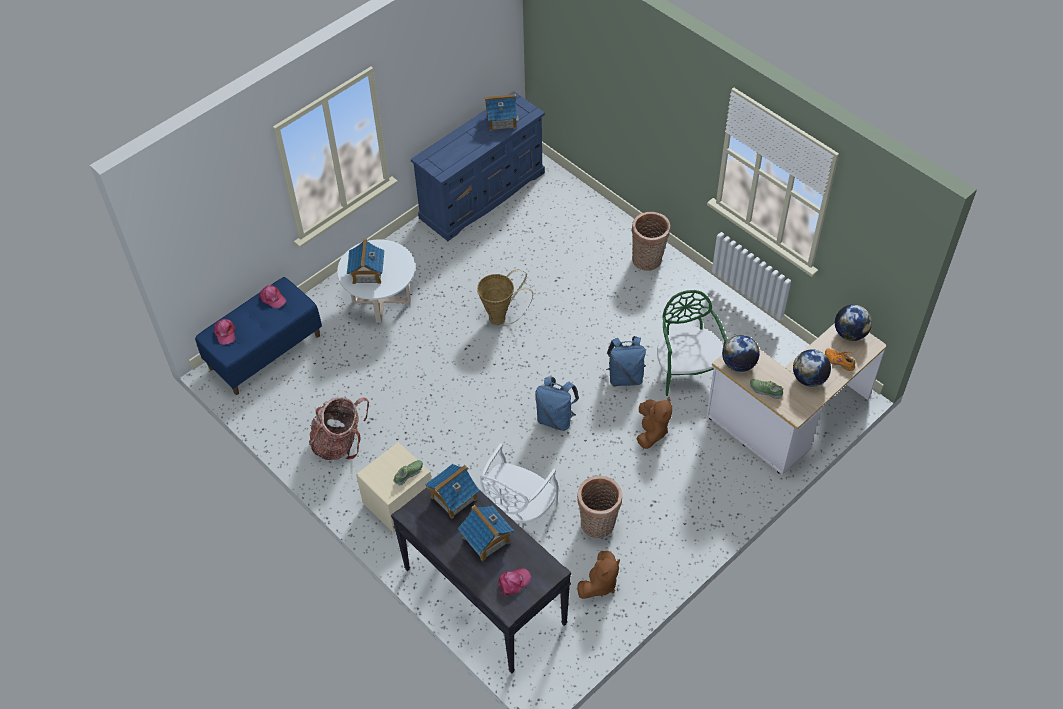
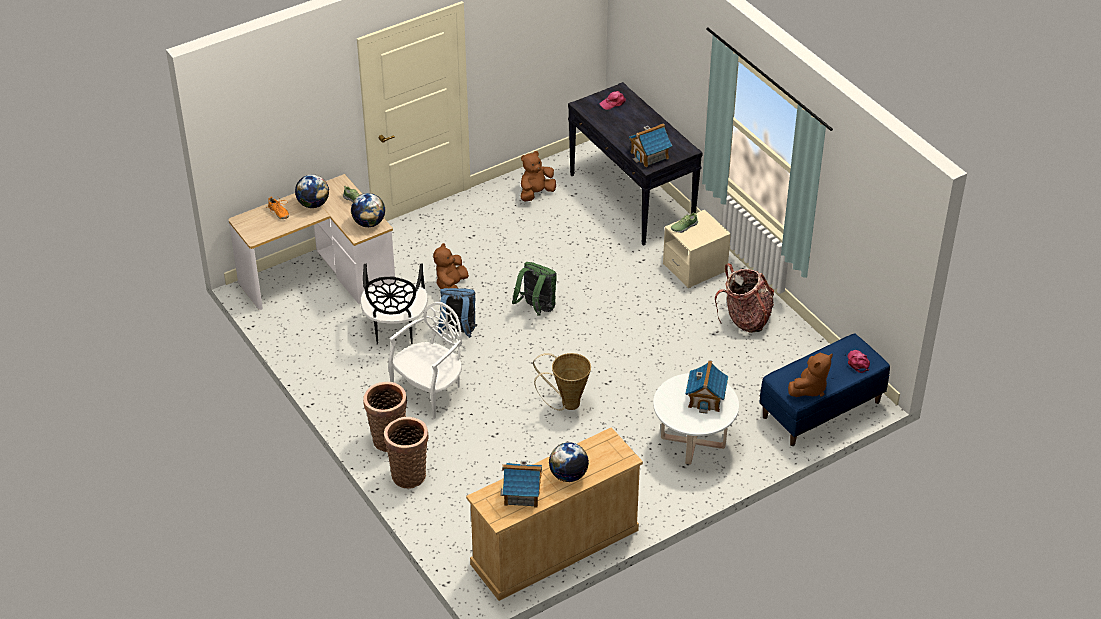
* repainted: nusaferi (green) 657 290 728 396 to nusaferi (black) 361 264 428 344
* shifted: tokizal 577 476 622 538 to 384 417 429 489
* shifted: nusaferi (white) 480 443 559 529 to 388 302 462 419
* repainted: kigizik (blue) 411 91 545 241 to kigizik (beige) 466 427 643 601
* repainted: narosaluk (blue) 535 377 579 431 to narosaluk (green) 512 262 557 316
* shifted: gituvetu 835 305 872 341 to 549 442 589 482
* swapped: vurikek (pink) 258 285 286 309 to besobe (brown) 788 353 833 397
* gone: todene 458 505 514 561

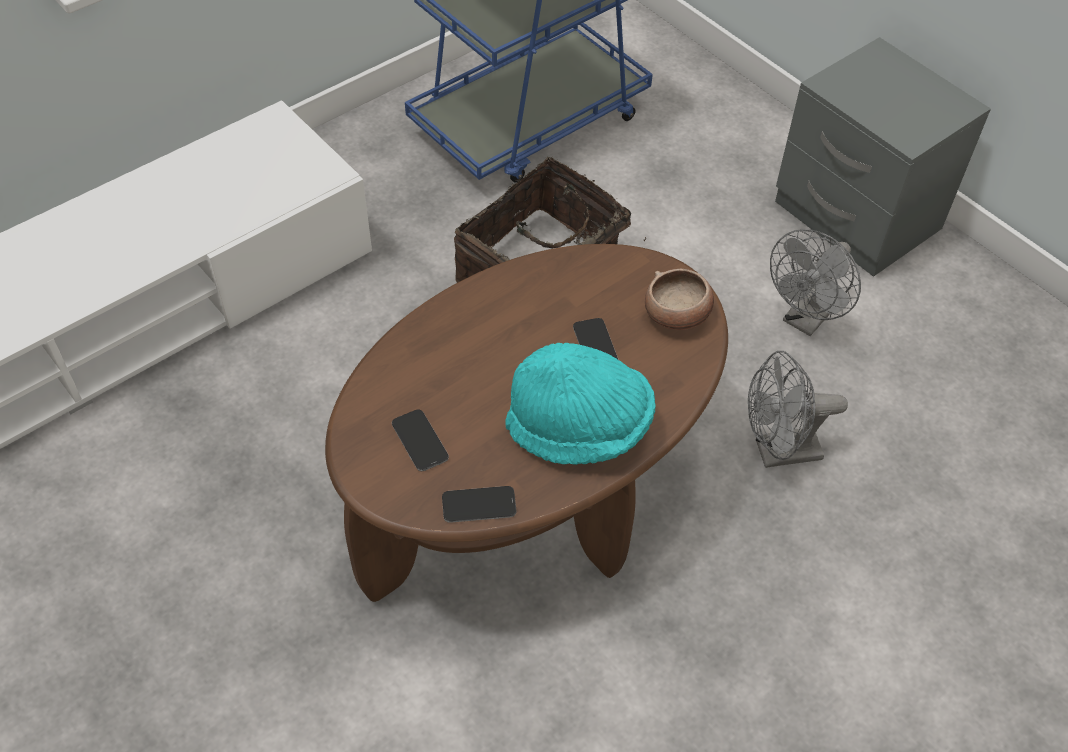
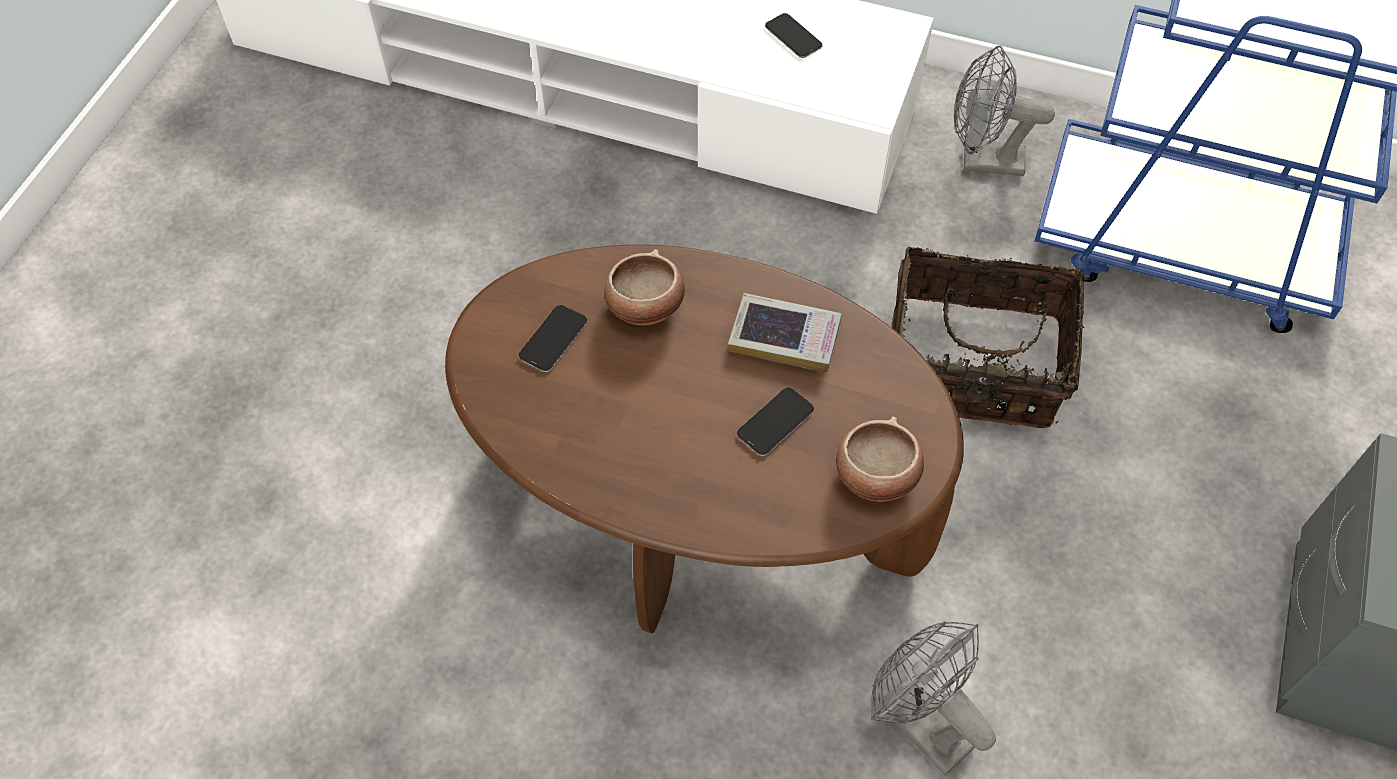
* new: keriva 605 249 685 325
* new: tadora 728 293 842 373
* shifted: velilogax 442 486 516 523 to 765 13 823 58
* shifted: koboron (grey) 770 229 861 336 to 954 46 1055 176
* gone: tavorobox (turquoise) 506 343 656 465

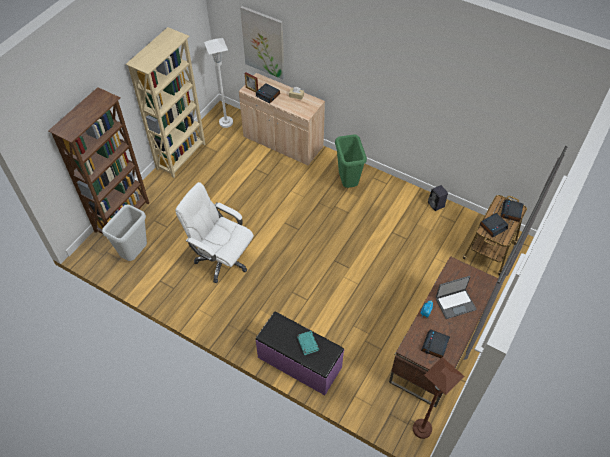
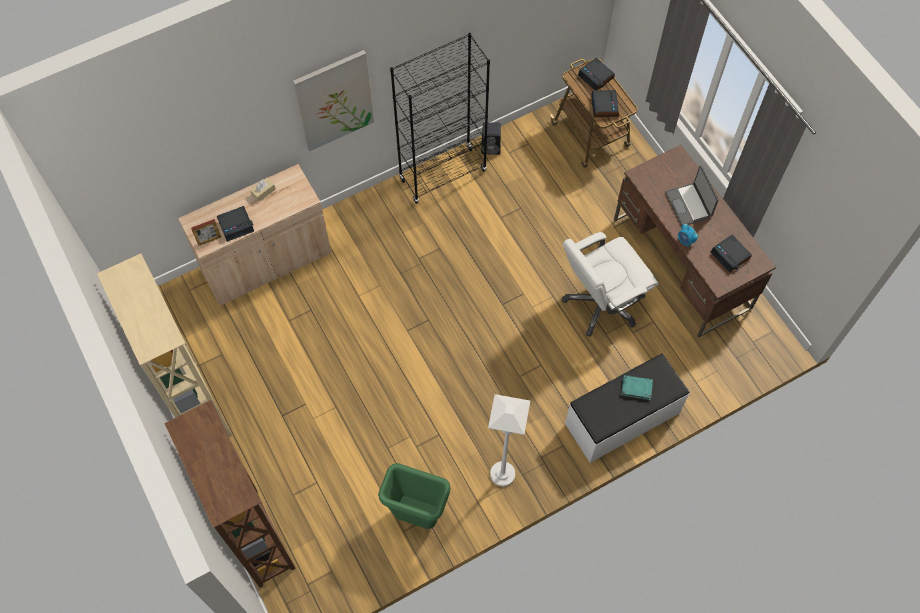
* shifted: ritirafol 240 6 284 79 to 293 50 374 151
* shifted: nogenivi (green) 335 134 367 188 to 378 463 451 529
* new: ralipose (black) 390 33 490 204
* shifted: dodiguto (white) 204 38 233 128 to 488 394 530 487
* shifted: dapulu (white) 175 182 254 283 to 562 232 658 337
* repainted: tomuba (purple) 255 312 344 395 to tomuba (white) 565 353 690 463
* rotated: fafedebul 436 276 477 319 = 665 166 719 226 150 degrees clockwise
* gone: nogenivi (grey) 102 205 147 261
* gone: dodiguto (brown) 413 357 464 439

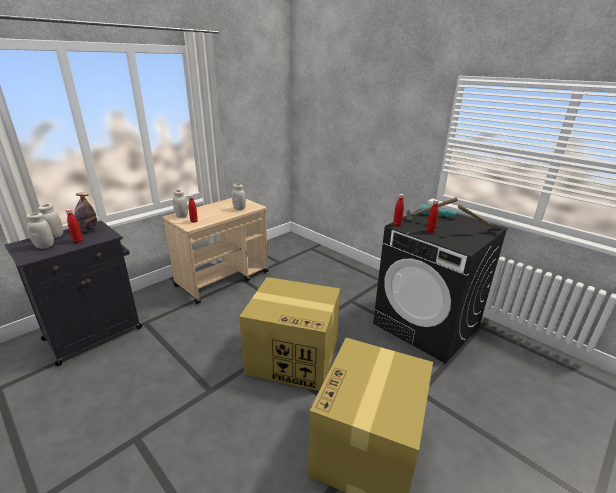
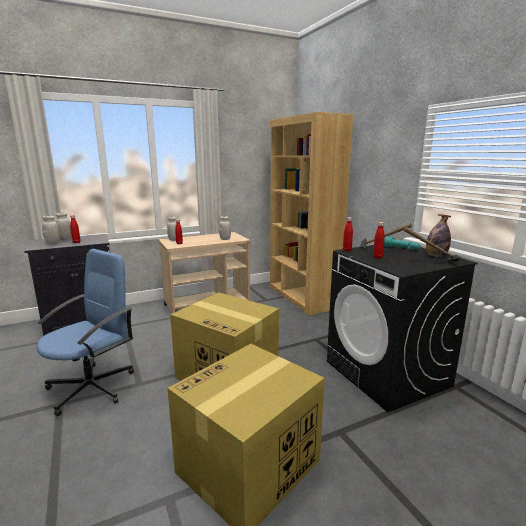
* new: dapulu (blue) 37 249 134 416
* new: ralipose (brown) 270 112 353 316
* shifted: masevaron 74 192 97 232 to 426 214 451 257

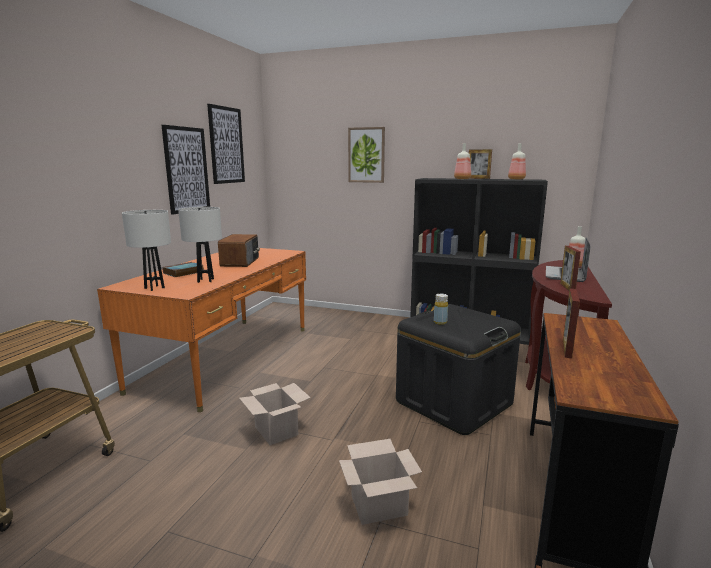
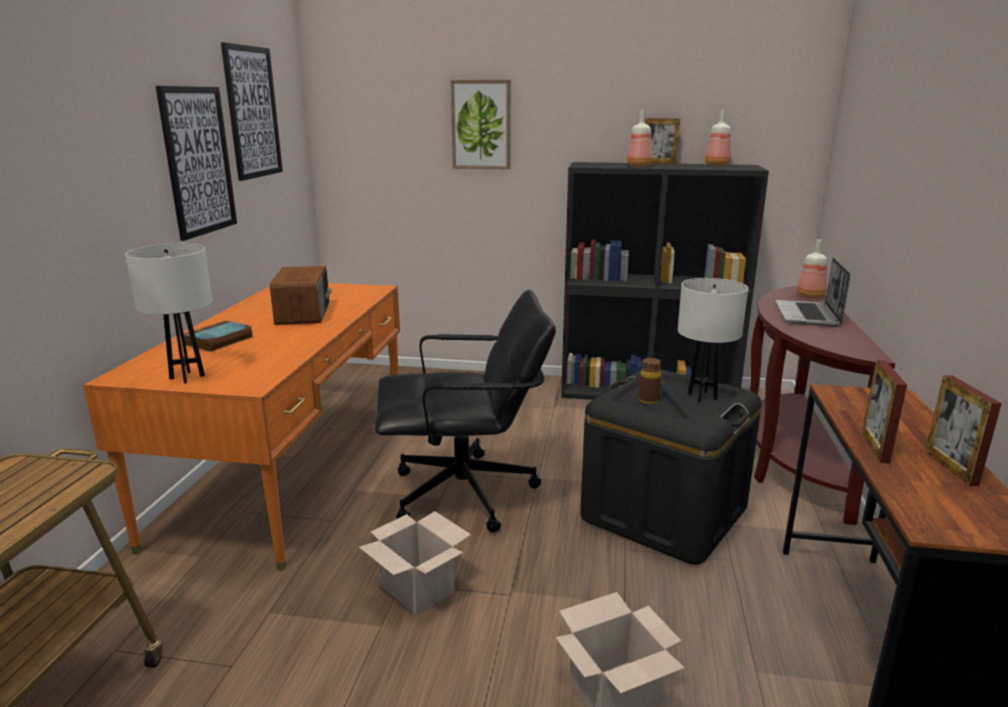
* new: dapulu (black) 375 289 556 533
* repainted: masevaron (yellow) 434 294 448 325 to masevaron (brown) 639 358 661 405
* shifted: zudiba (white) 178 207 222 283 to 678 278 748 402
* shifted: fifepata 560 246 581 290 to 925 375 1002 486

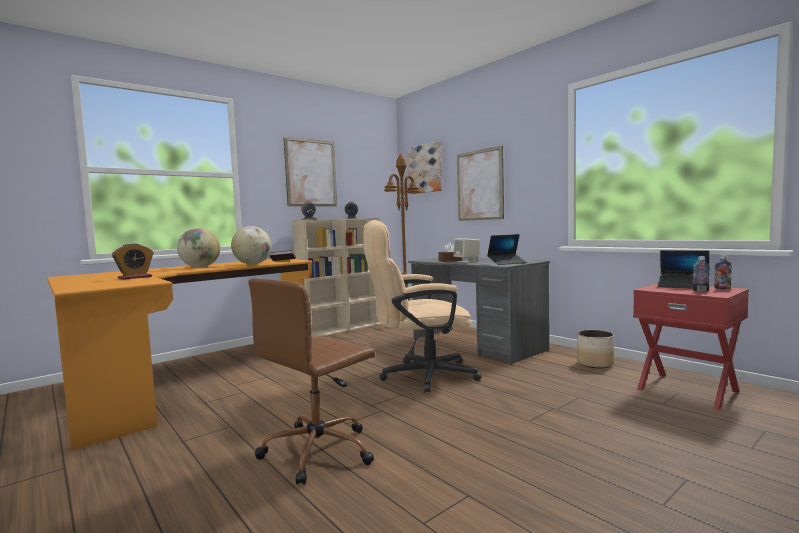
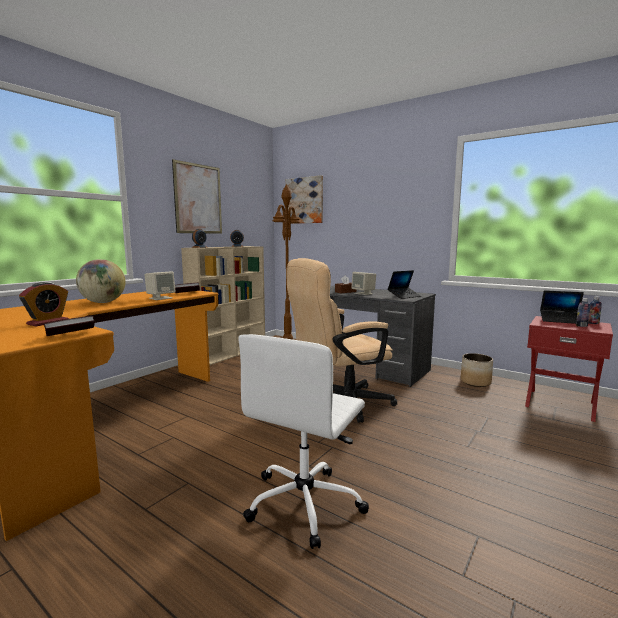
* new: tadora 44 316 95 336
* swapped: gituvetu 231 226 271 265 to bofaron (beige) 144 271 175 300
* repainted: dapulu (brown) 248 278 375 485 to dapulu (white) 239 334 369 549
* gone: ritirafol 457 146 504 221

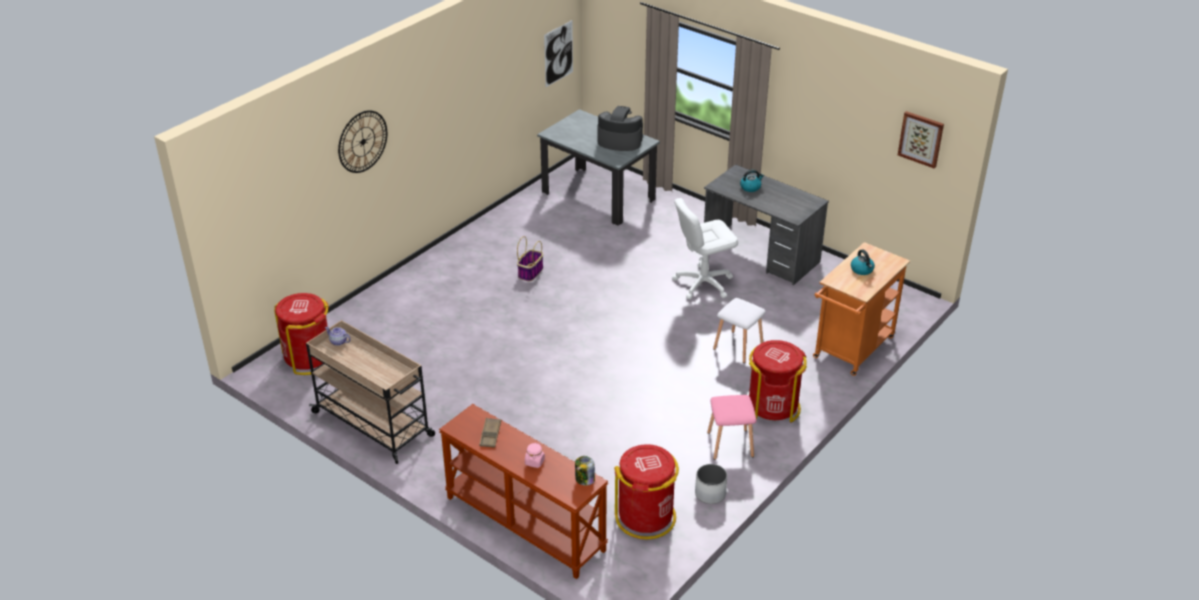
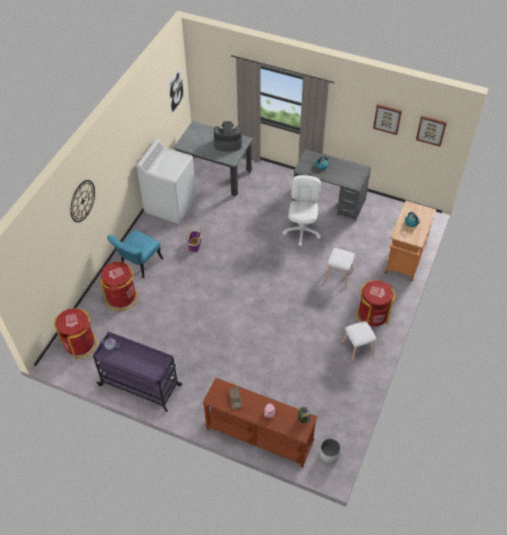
* repainted: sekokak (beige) 306 320 435 464 to sekokak (purple) 93 331 182 412
* shifted: nogenivi (red) 614 444 679 539 to 99 261 138 311
* new: nusaferi (turquoise) 107 230 164 278
* new: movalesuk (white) 136 139 196 224
* rotated: dapulu (white) 672 198 738 300 = 283 175 321 246 135 degrees clockwise
* shifted: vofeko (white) 695 464 727 504 to 320 439 341 464
* repainted: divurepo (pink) 707 395 756 460 to divurepo (white) 342 321 376 362
* new: ritirafol 373 104 402 135

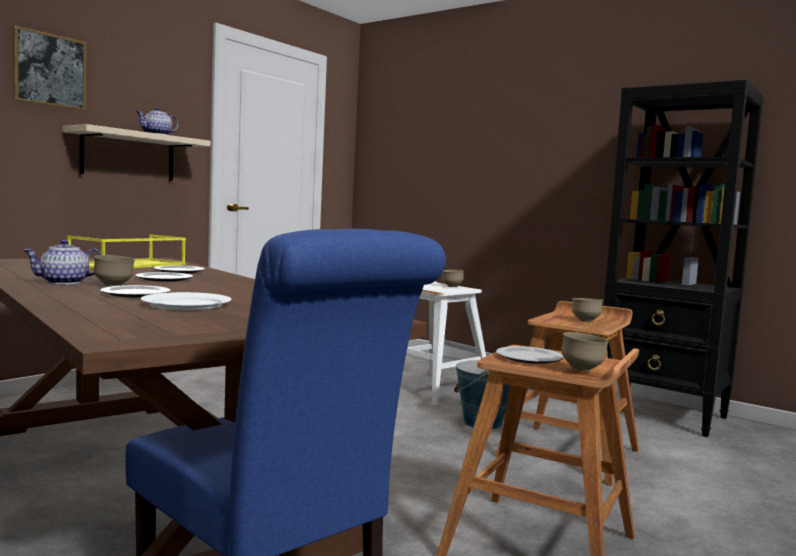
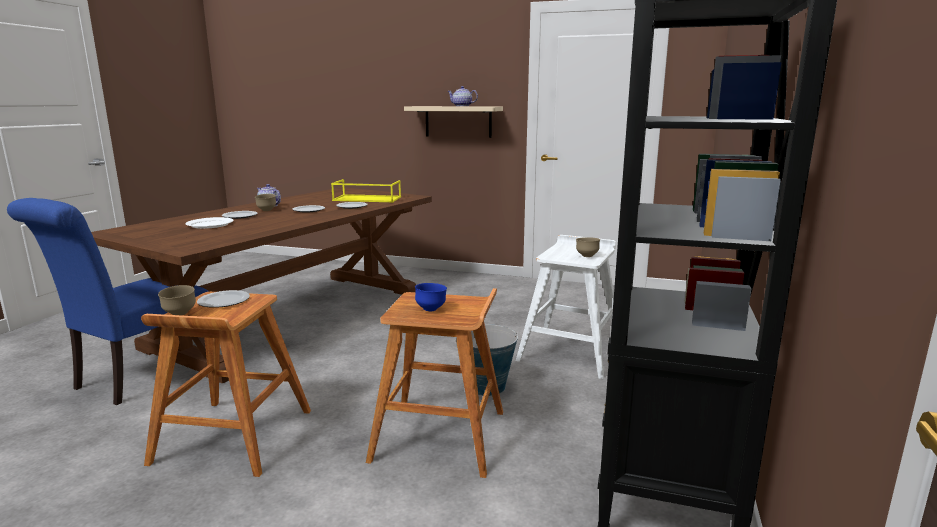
* repainted: keriva (brown) 572 298 603 322 to keriva (blue) 415 283 447 311
* gone: ritirafol 13 26 86 111

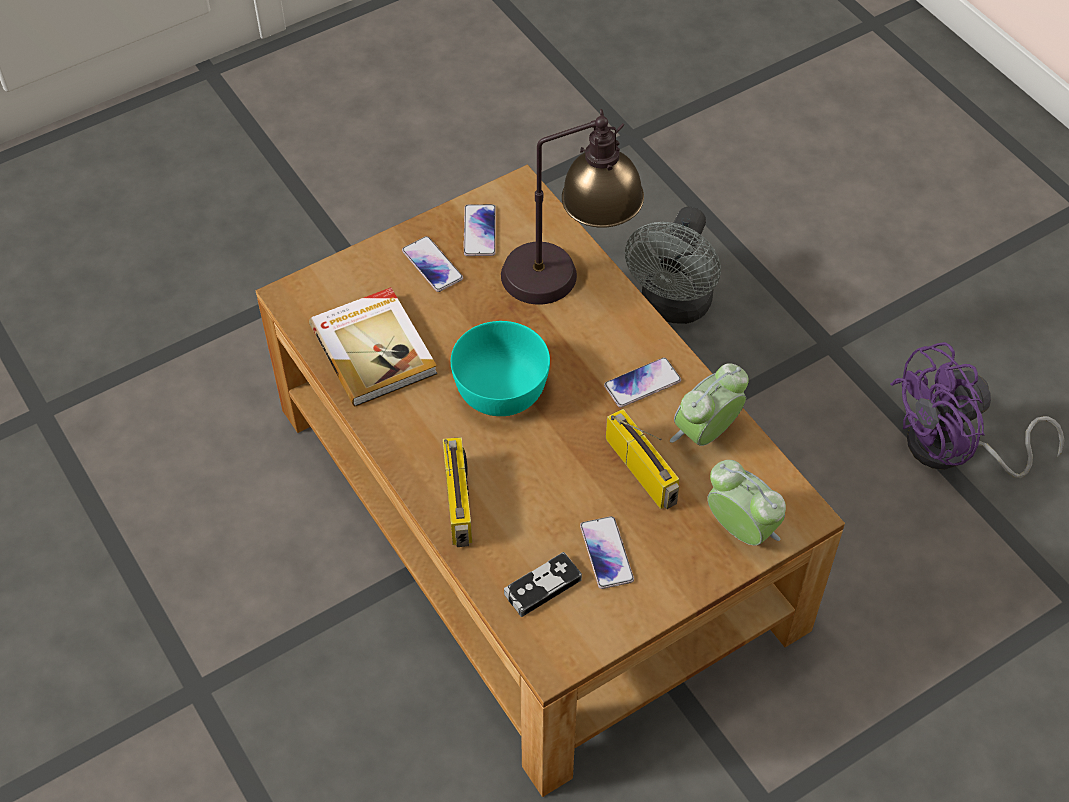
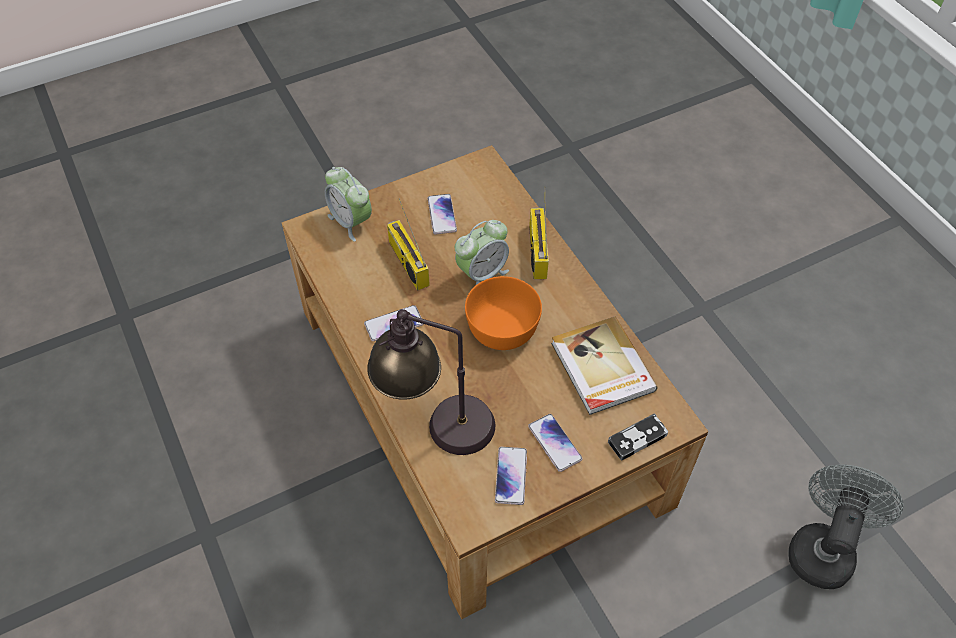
* shifted: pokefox 670 363 749 446 to 455 220 509 286
* repainted: keriva (turquoise) 451 321 550 416 to keriva (orange) 465 276 542 350
* shifted: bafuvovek 504 552 582 617 to 608 414 668 461
* shifted: koboron (grey) 625 207 721 324 to 788 465 903 589
* gone: koboron (purple) 890 342 1064 478

